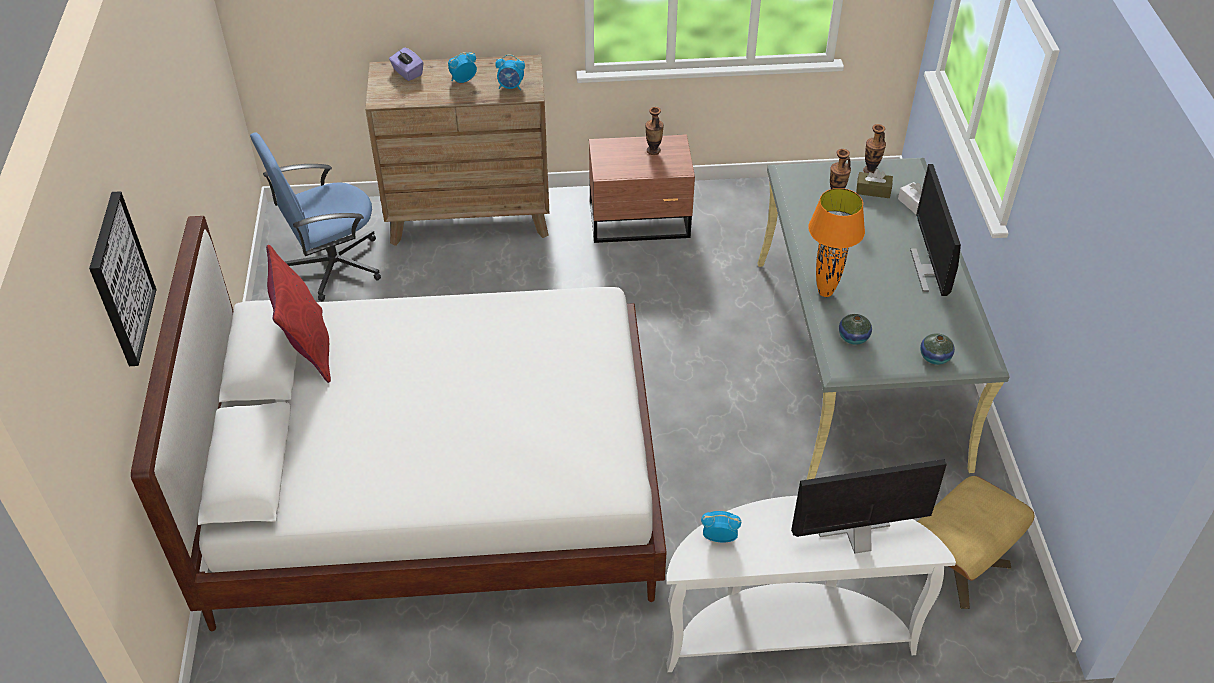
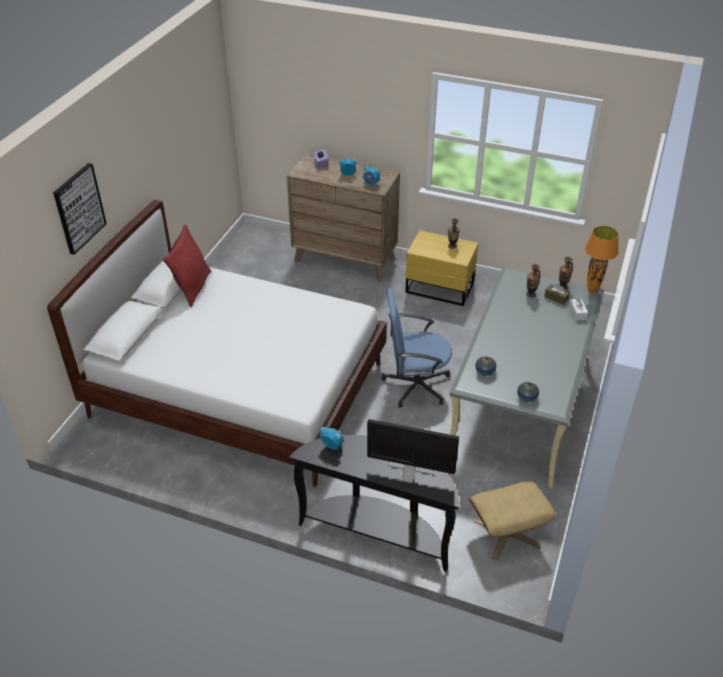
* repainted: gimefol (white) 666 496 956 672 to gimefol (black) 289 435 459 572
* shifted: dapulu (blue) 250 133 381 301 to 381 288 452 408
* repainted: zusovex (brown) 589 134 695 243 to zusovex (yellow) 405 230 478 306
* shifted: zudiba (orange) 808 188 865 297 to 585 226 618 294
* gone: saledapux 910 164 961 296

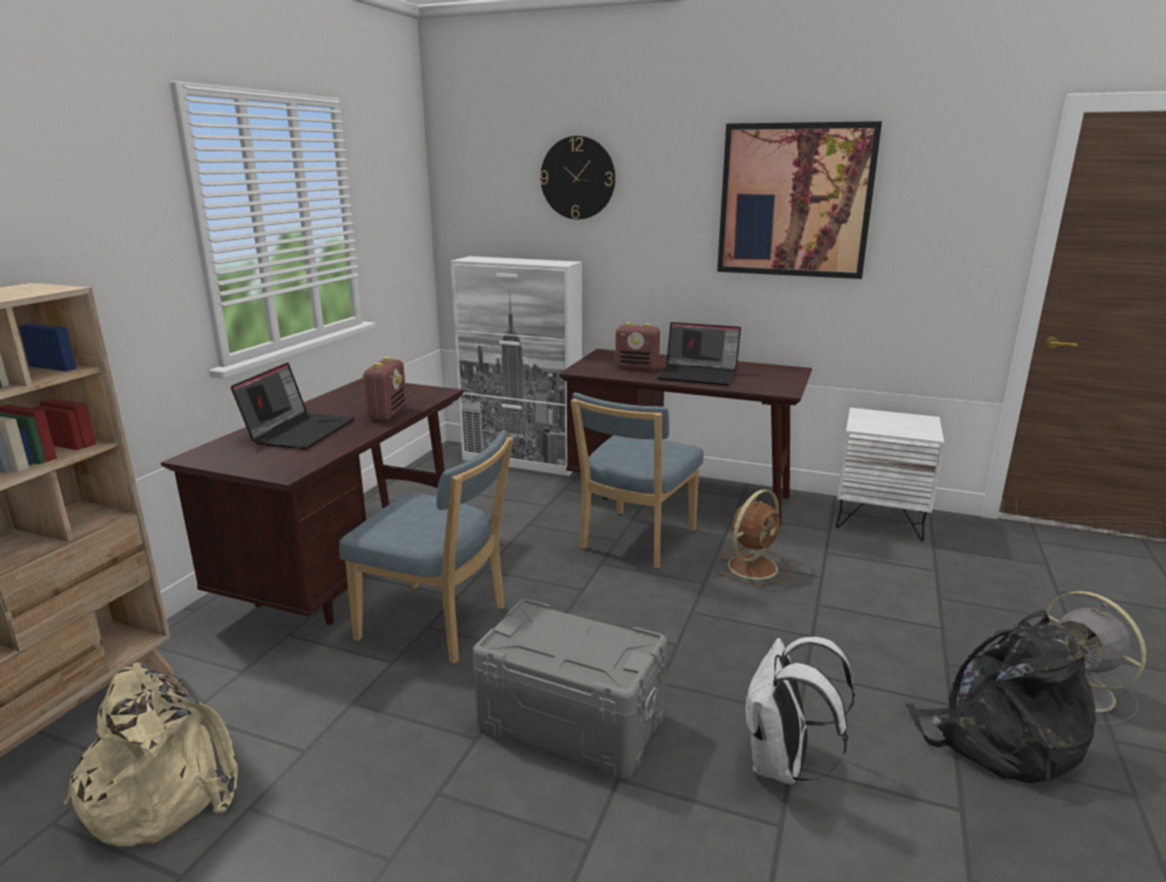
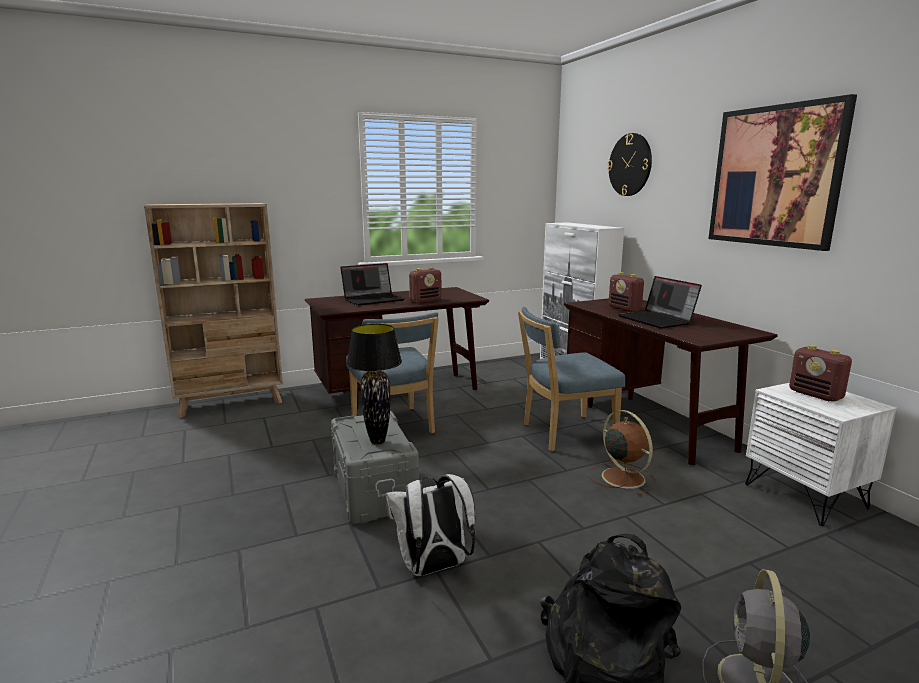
* new: zudiba (black) 347 324 402 445
* rotated: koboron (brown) 719 489 791 585 = 589 410 656 496 120 degrees counterclockwise
* new: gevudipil 789 345 852 402
* gone: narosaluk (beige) 63 662 238 846

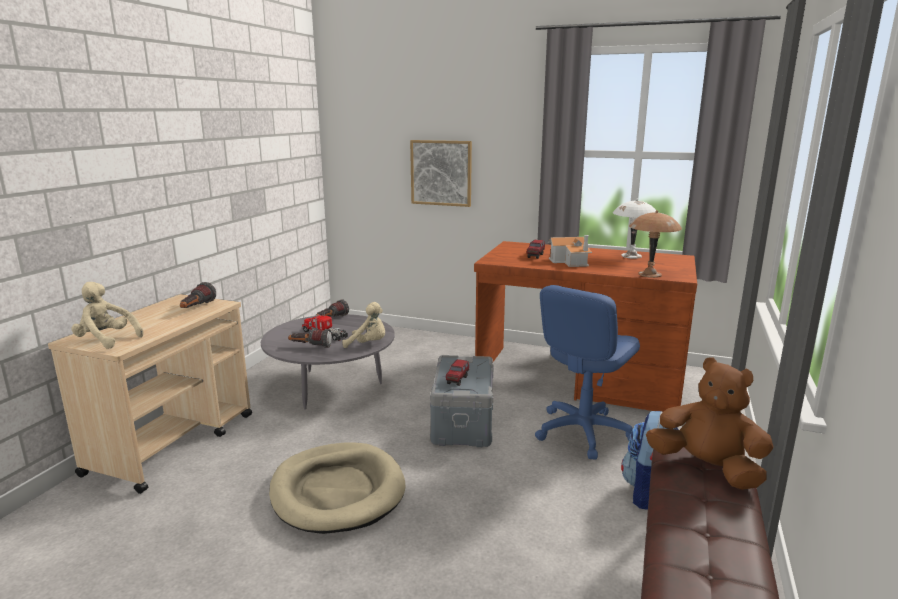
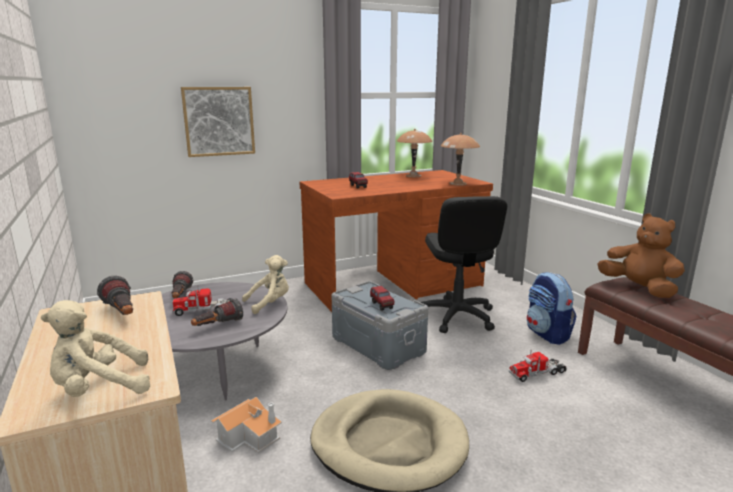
* shifted: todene 548 235 592 267 to 211 396 282 453
* repainted: zudiba (white) 613 199 656 259 to zudiba (brown) 397 129 433 177
* repainted: dapulu (blue) 535 285 640 459 to dapulu (black) 421 196 507 333
* new: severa 509 350 567 382
* rotated: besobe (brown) 646 357 774 490 = 597 214 685 298 60 degrees clockwise

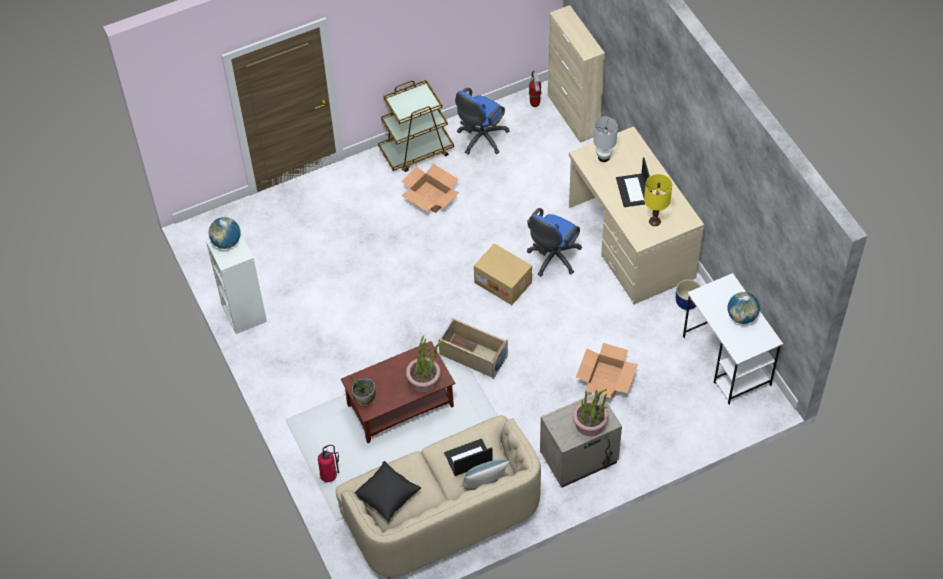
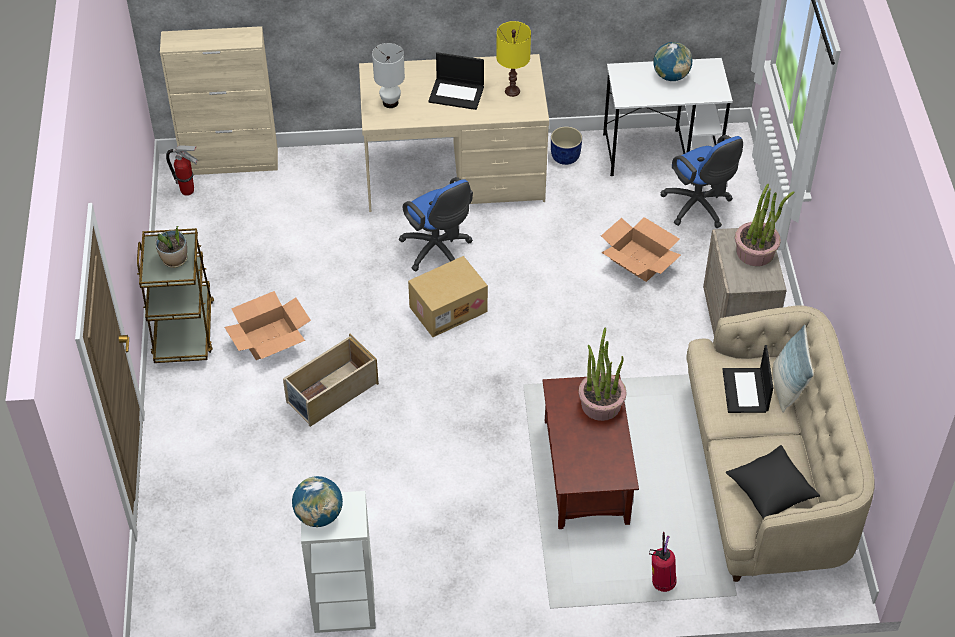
* shifted: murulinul 351 377 376 406 to 155 226 187 268
* shifted: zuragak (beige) 438 318 508 379 to 283 334 379 427
* shifted: dapulu (blue) 455 88 509 154 to 660 135 743 228

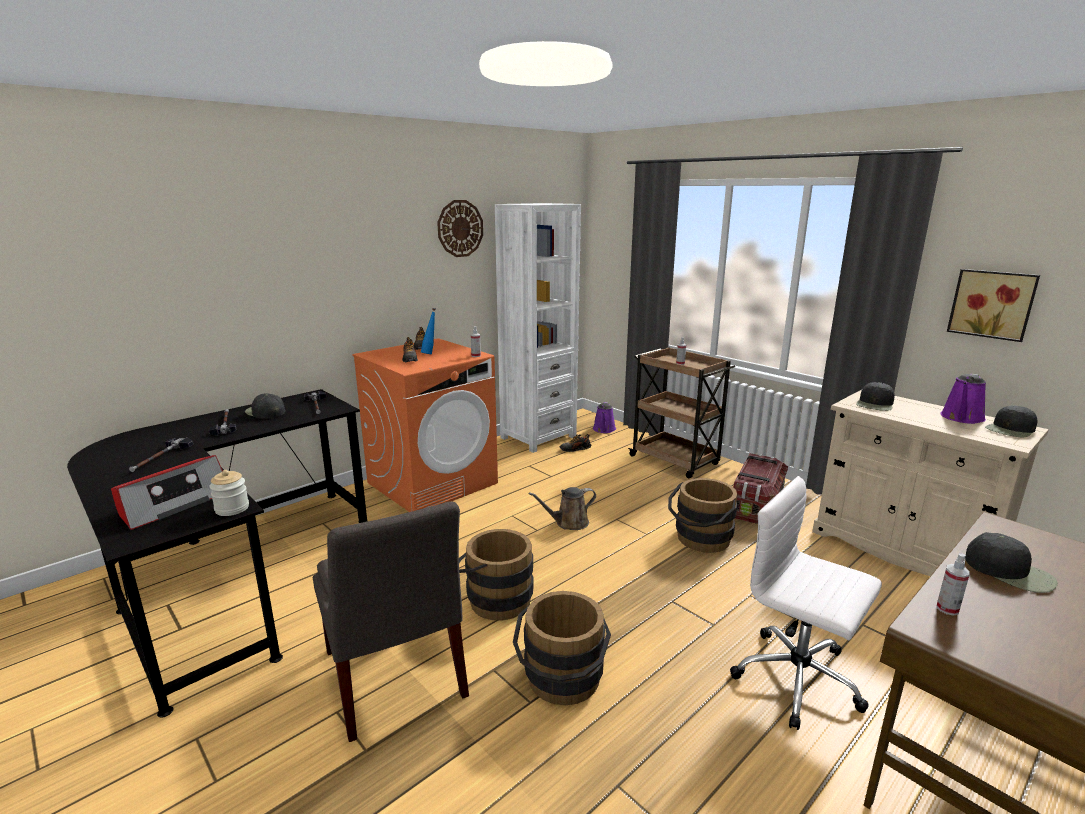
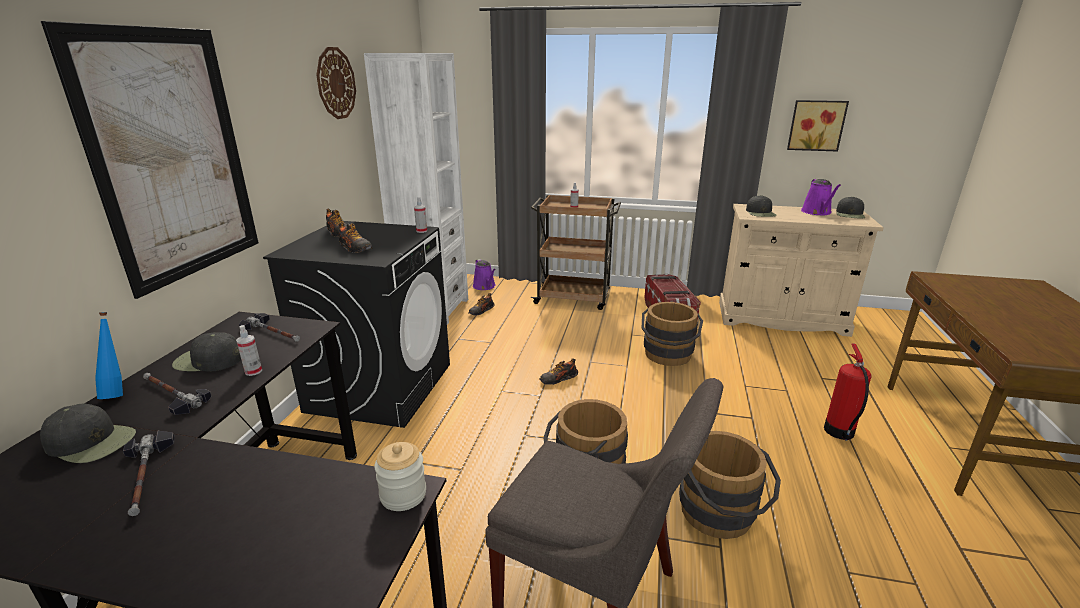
* shifted: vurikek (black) 965 532 1058 593 to 40 404 136 463
* new: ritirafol 41 21 259 299
* shifted: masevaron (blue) 421 308 436 354 to 95 312 123 399
* shifted: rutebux 936 553 970 616 to 236 325 262 376
* repainted: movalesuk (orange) 352 338 498 512 to movalesuk (black) 263 221 450 428
* swapped: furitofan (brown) 529 487 596 530 to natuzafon 540 358 578 385
* swapped: dapulu (white) 730 476 882 730 to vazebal 824 343 872 441
* gone: gevudipil 111 455 223 530

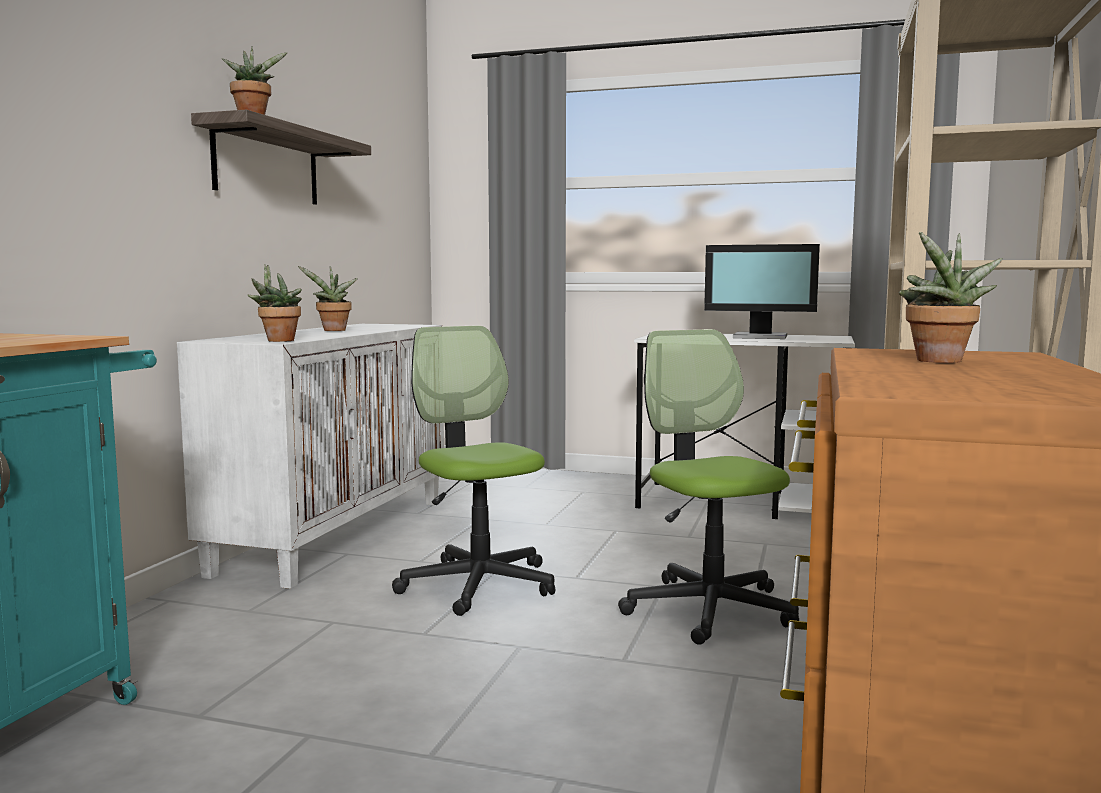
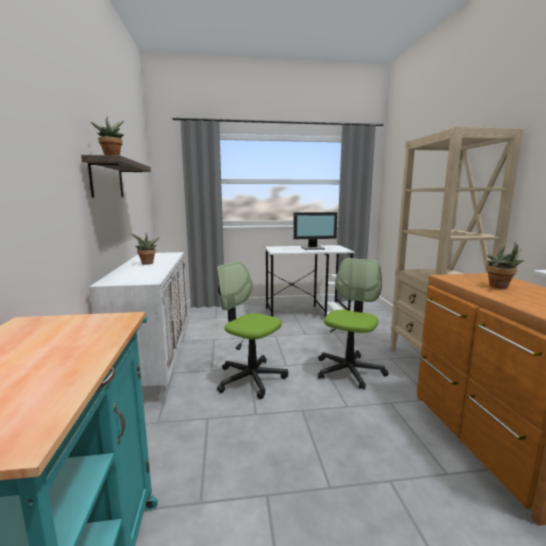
* rotated: dapulu 618 329 799 645 = 318 258 389 390 75 degrees clockwise
* gone: murulinul 248 264 302 342

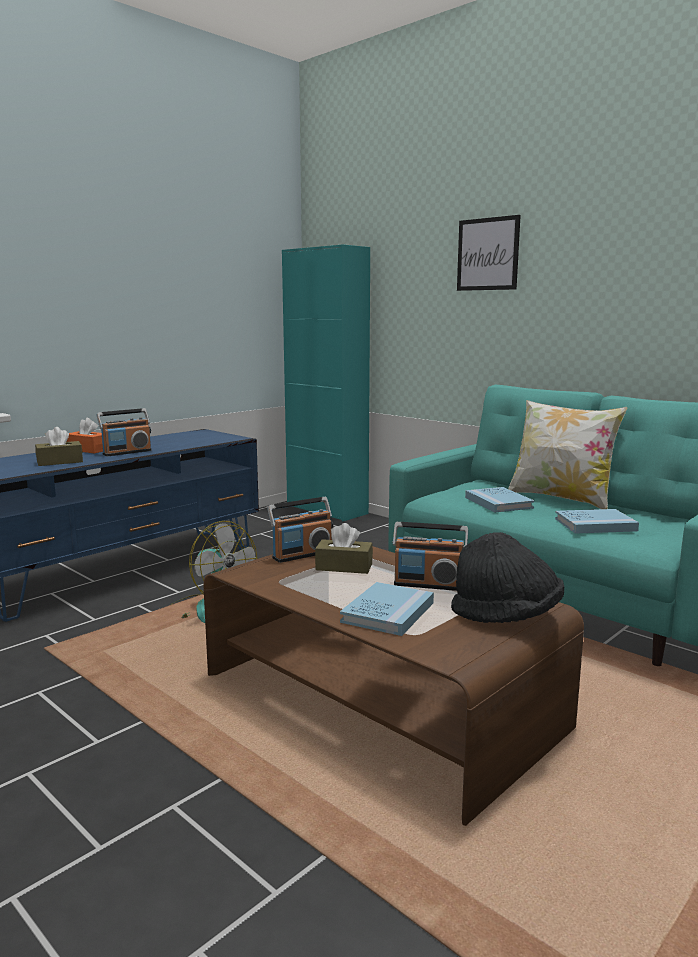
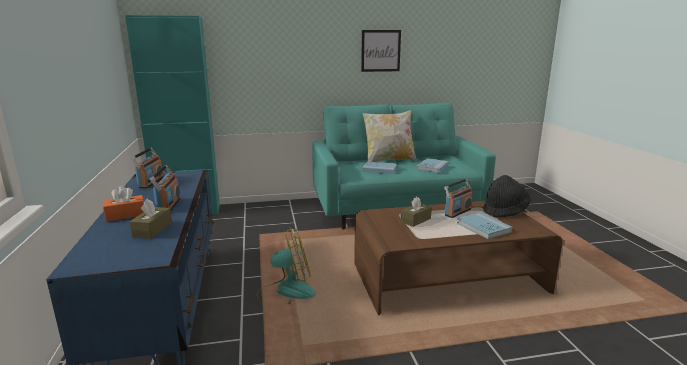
* shifted: gevudipil 267 497 333 563 to 131 148 164 188
* shifted: ritirafol 457 215 521 291 to 361 30 401 72

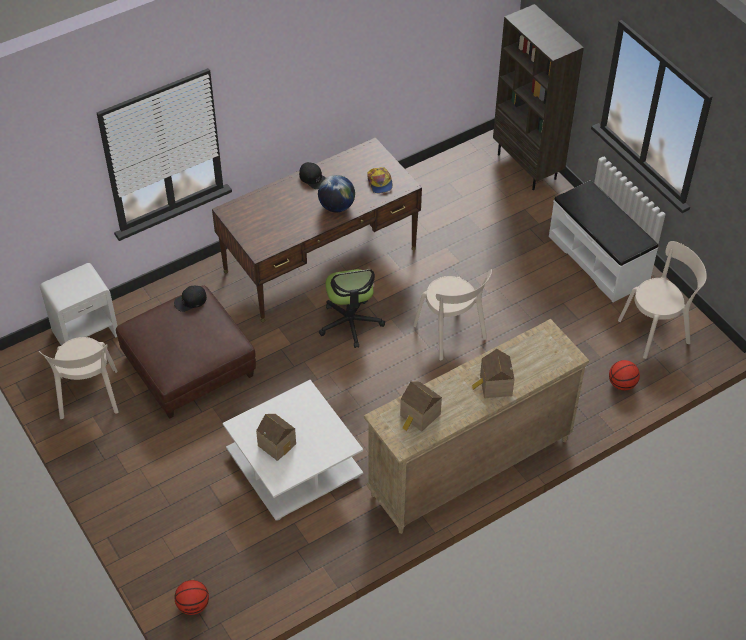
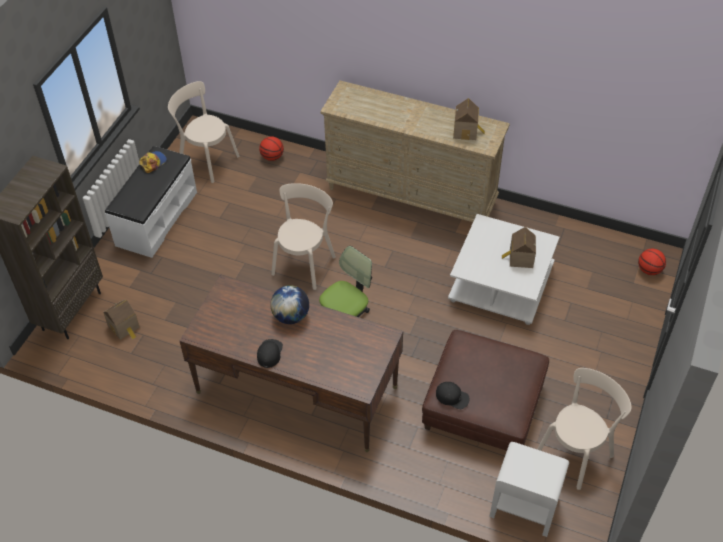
* shifted: todene 472 349 515 398 to 103 300 140 340
* shifted: vurikek 367 167 393 193 to 139 151 167 173

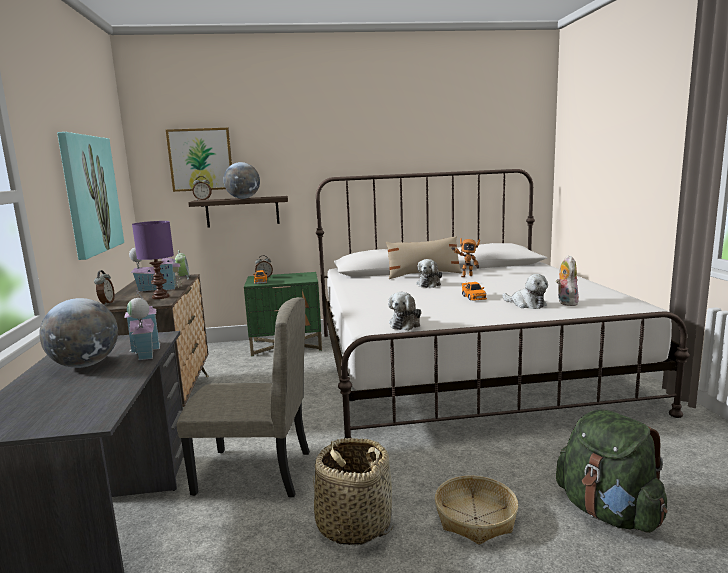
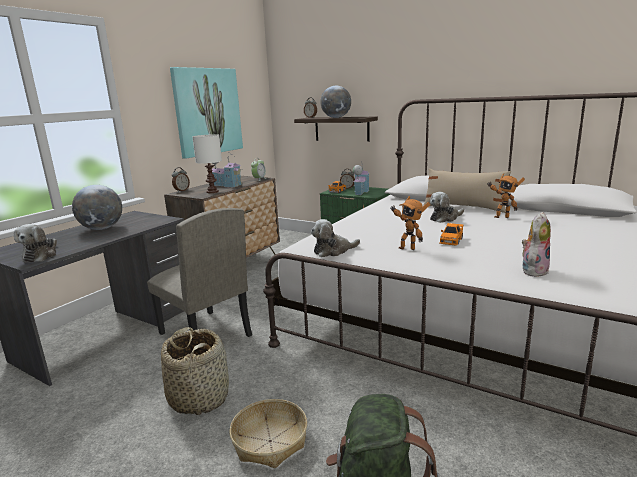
* shifted: besobe 502 274 548 309 to 14 224 57 263
* repainted: zudiba (purple) 132 221 174 299 to zudiba (white) 192 134 222 193
* shifted: todene 124 290 160 360 to 353 162 369 195
* new: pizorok 391 196 430 250
* gone: ritirafol 166 128 232 192

